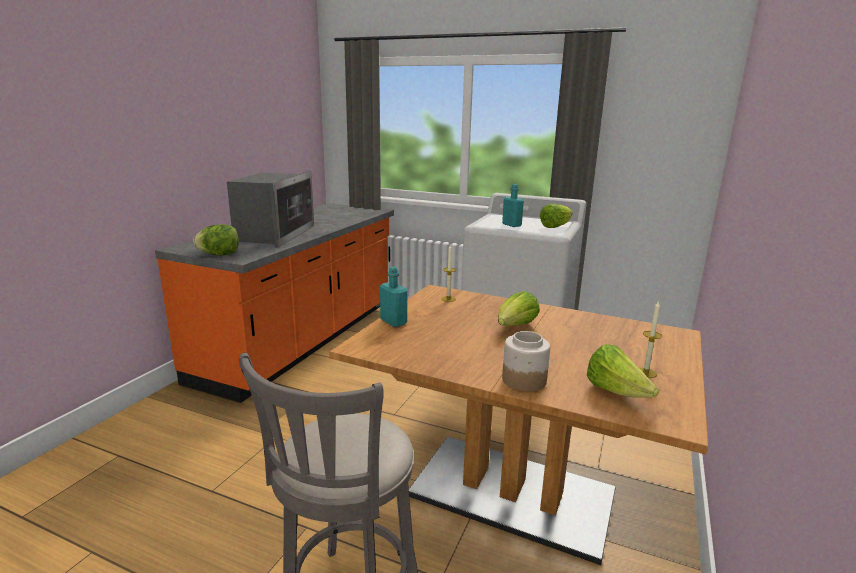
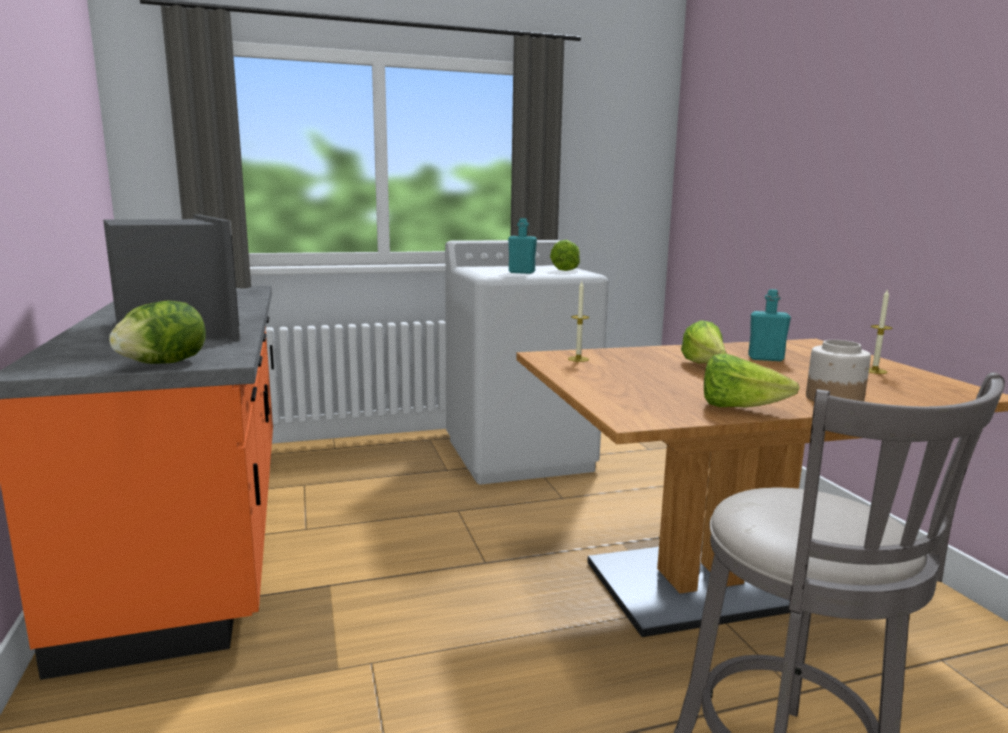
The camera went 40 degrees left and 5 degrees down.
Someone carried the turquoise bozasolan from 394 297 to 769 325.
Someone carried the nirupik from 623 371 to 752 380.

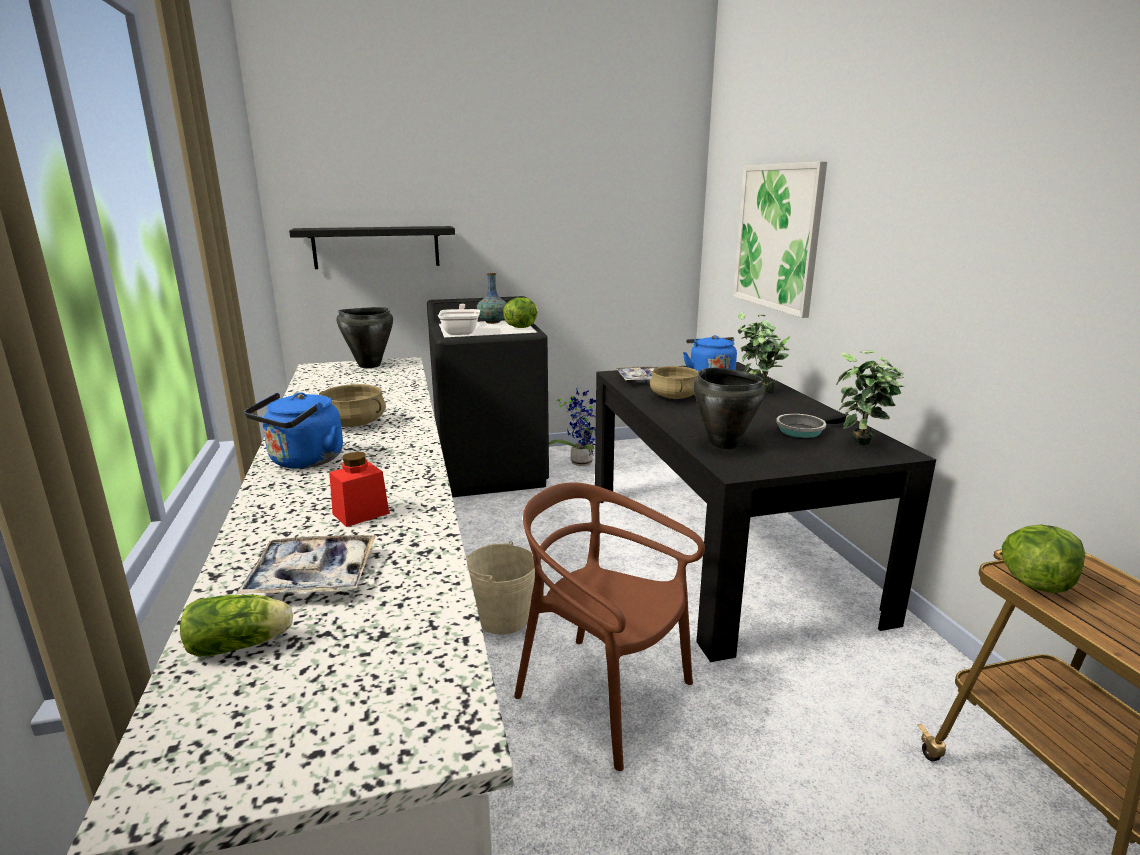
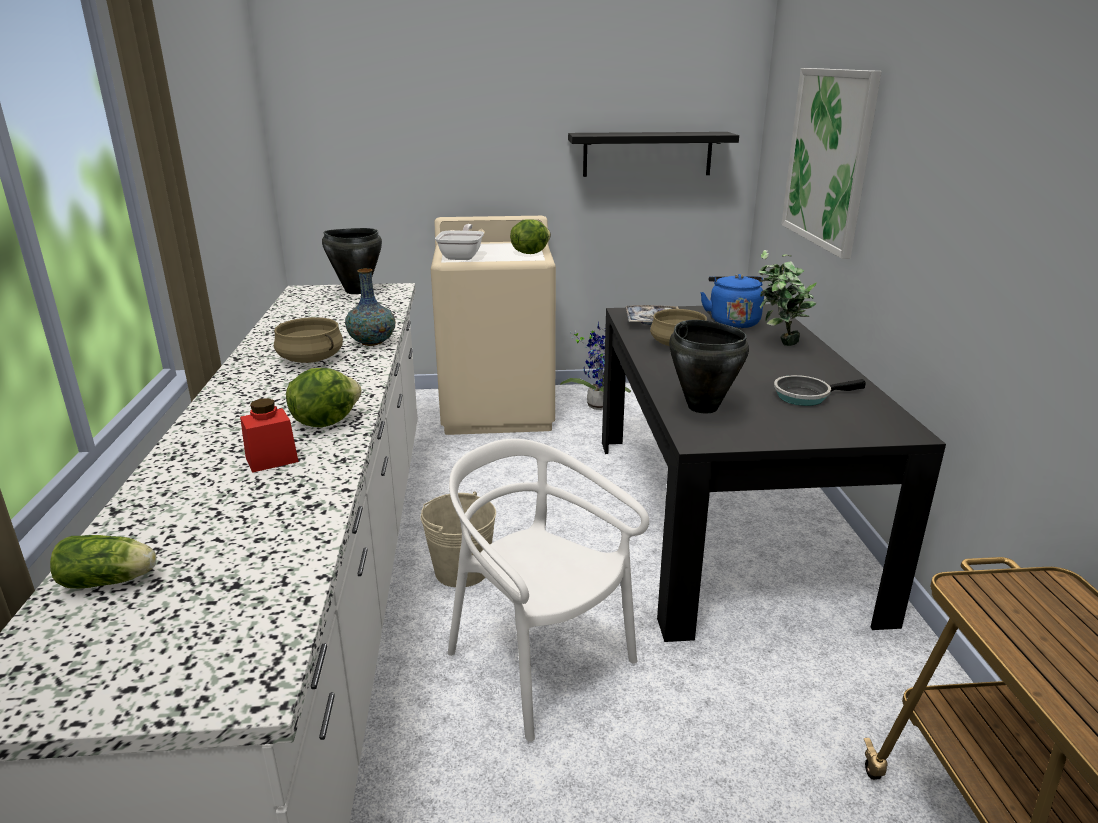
The camera went 10 degrees right and 5 degrees up.
Someone took away the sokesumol at 306 565.
Someone took away the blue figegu at 293 430.
Someone took away the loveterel at 870 398.
Someone carried the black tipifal from 372 247 to 653 154.
Someone carried the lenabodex from 492 298 to 370 307.
Someone carried the nirupik from 1043 558 to 324 397.
Someone repainted the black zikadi at 488 396, which became the beige zikadi at 493 325.
Someone repainted the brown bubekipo at 609 626, which became the white bubekipo at 548 590.

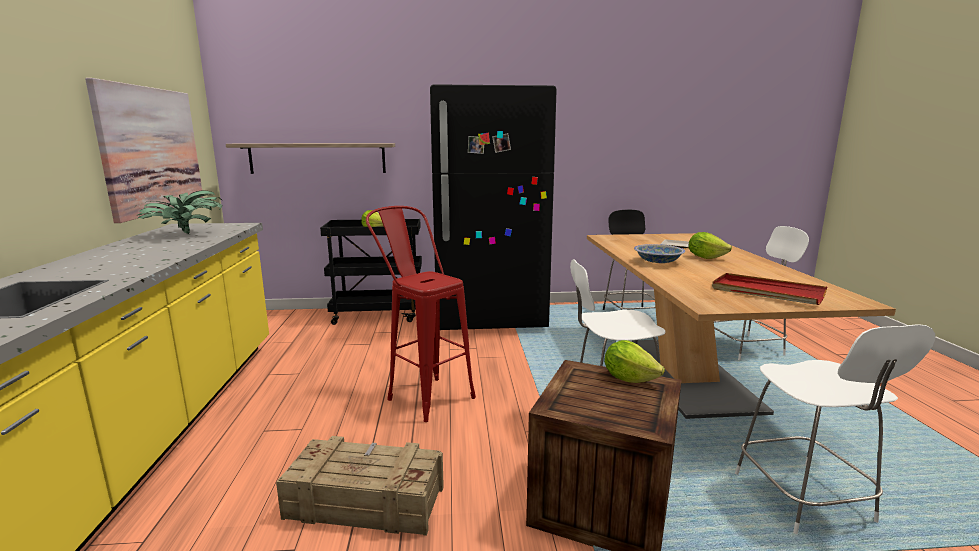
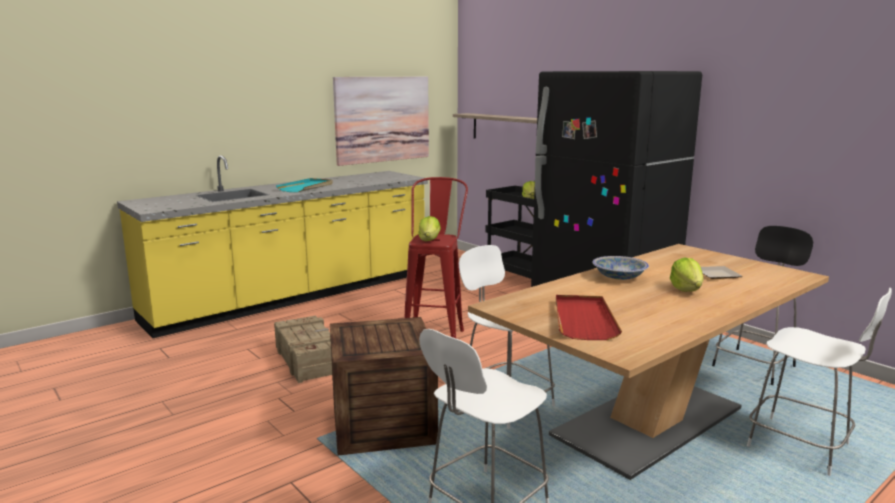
The camera went 55 degrees right and 0 degrees up.
Someone took away the loveterel at 179 212.
Someone put down the turquoise sokesumol at 304 185.
Someone carried the nirupik from 634 361 to 429 228.

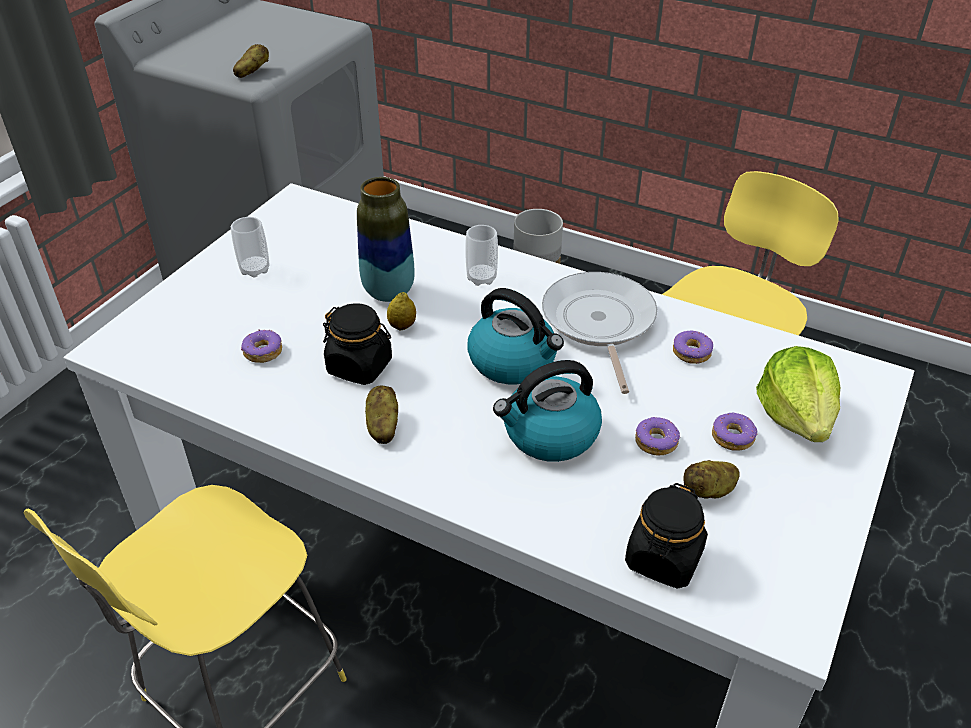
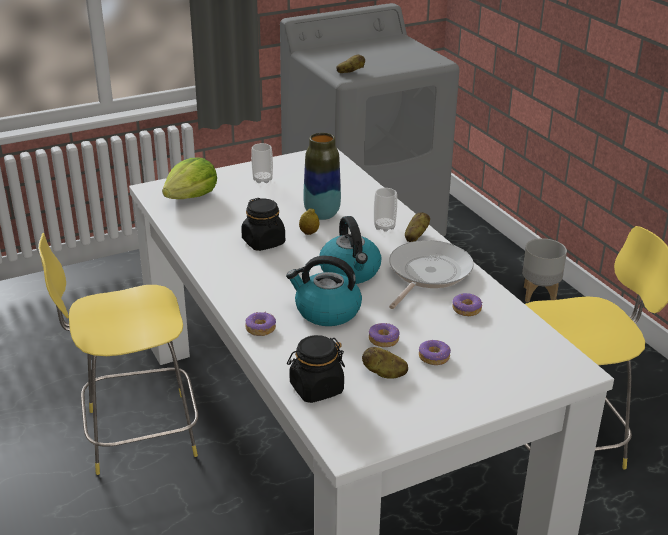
The camera went 35 degrees right and 10 degrees down.
Someone carried the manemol from 261 346 to 260 324.
Someone carried the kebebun from 381 414 to 417 227.
Someone carried the nirupik from 798 394 to 189 178.

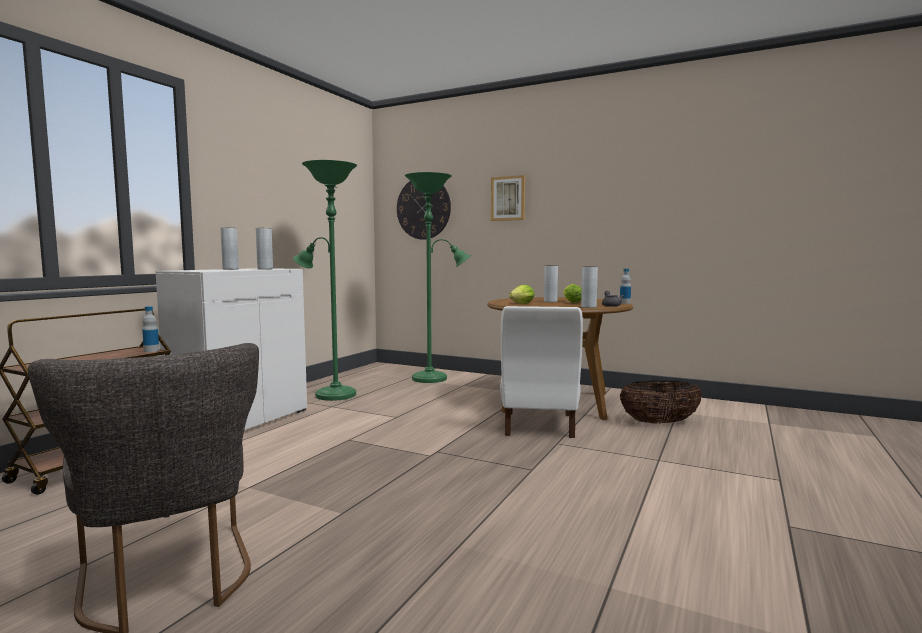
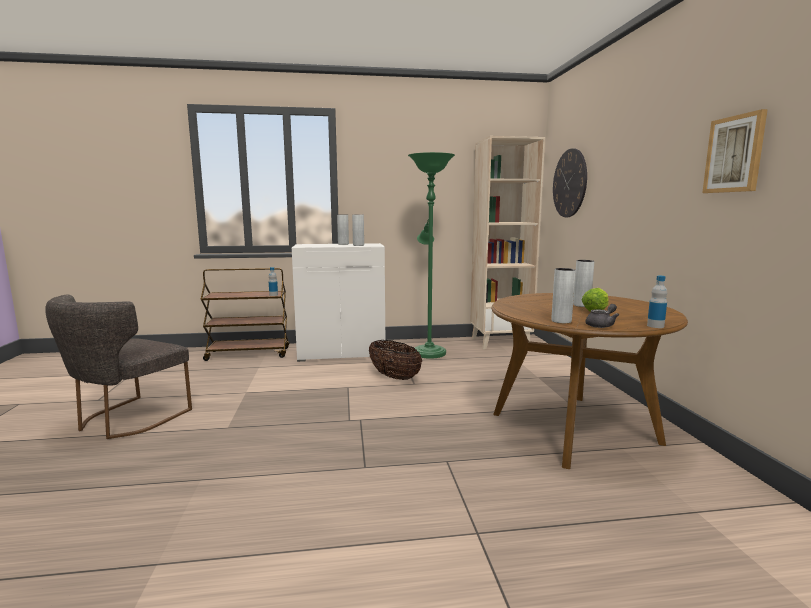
The camera went 55 degrees right and 5 degrees up.
Someone took away the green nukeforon at 438 277.
Someone took away the white bubekipo at 541 372.
Someone took away the nirupik at 521 294.
Someone put down the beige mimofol at 507 242.
Someone carried the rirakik from 508 198 to 735 151.
Someone carried the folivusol from 661 402 to 395 360.

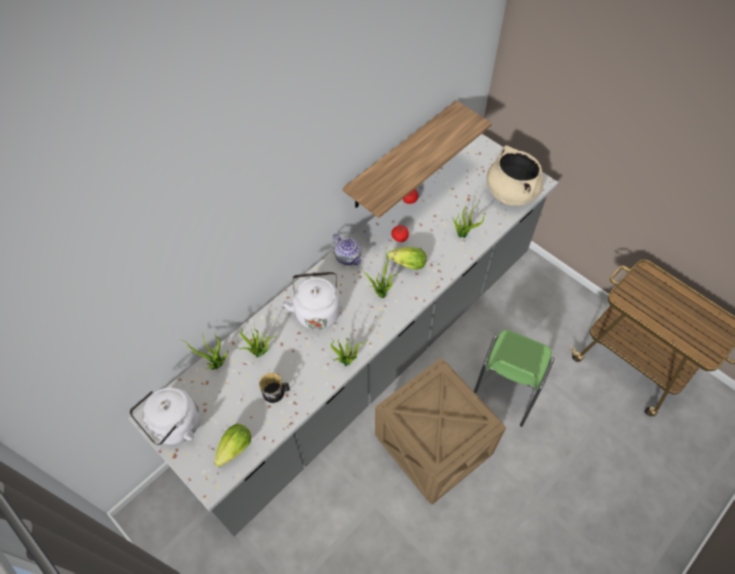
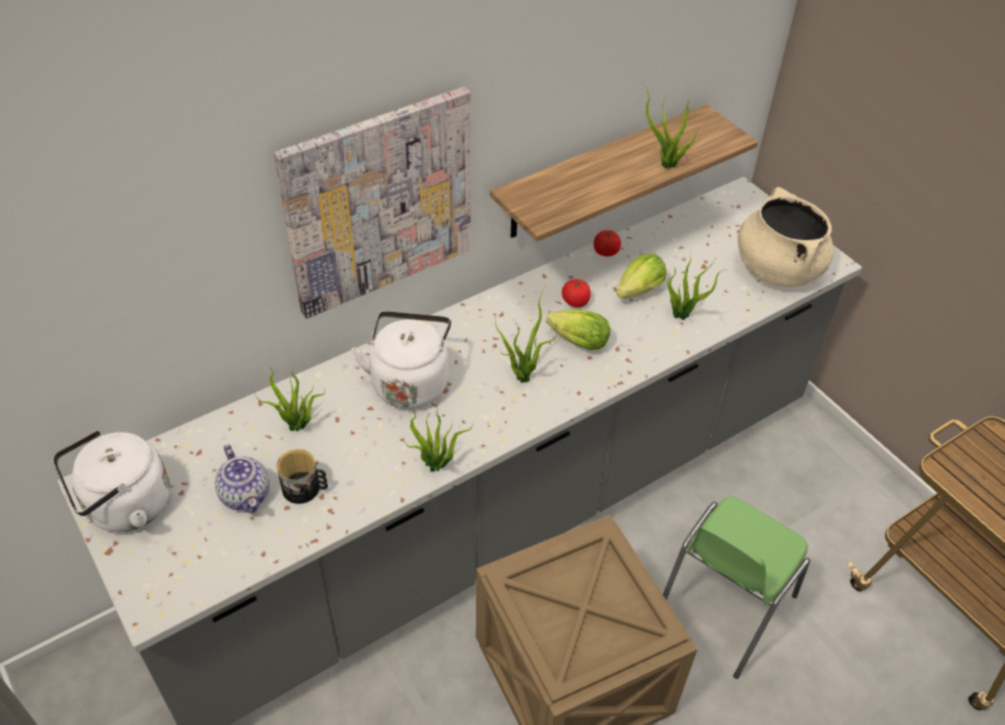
The camera went 10 degrees right and 10 degrees down.
Someone put up the rirakik at 372 203.
Someone carried the loveterel from 203 351 to 670 126.
Someone carried the nirupik from 232 445 to 641 276.
Someone carried the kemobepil from 348 249 to 242 479.

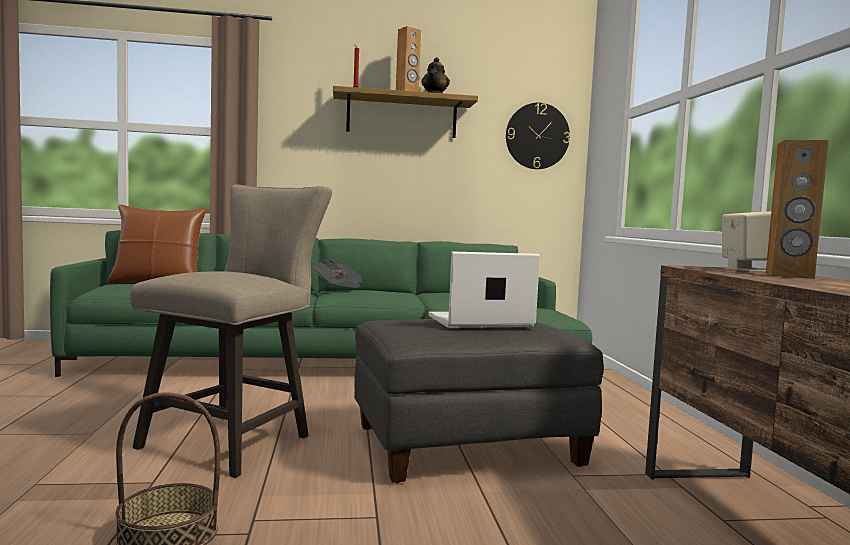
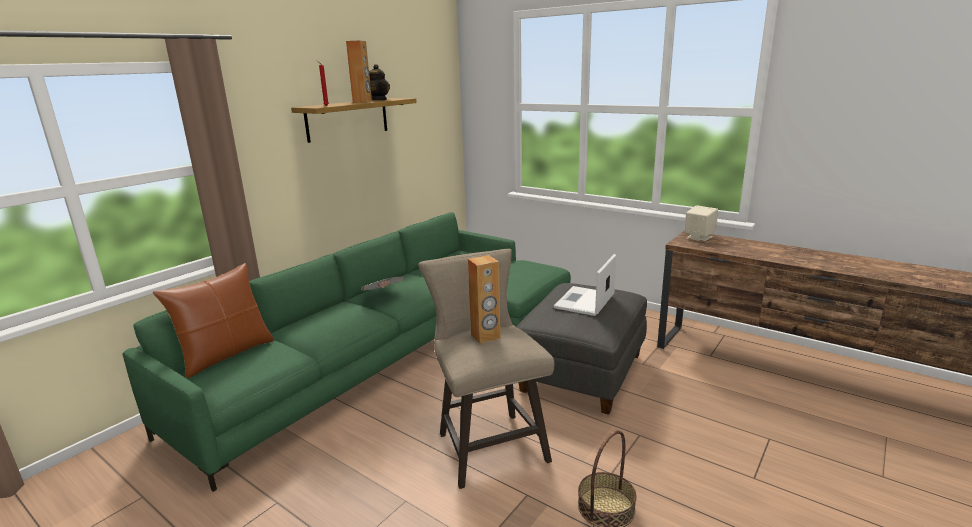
The camera went 45 degrees left and 15 degrees up.
Someone took away the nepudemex at 538 136.
Someone carried the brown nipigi from 797 209 to 484 299.

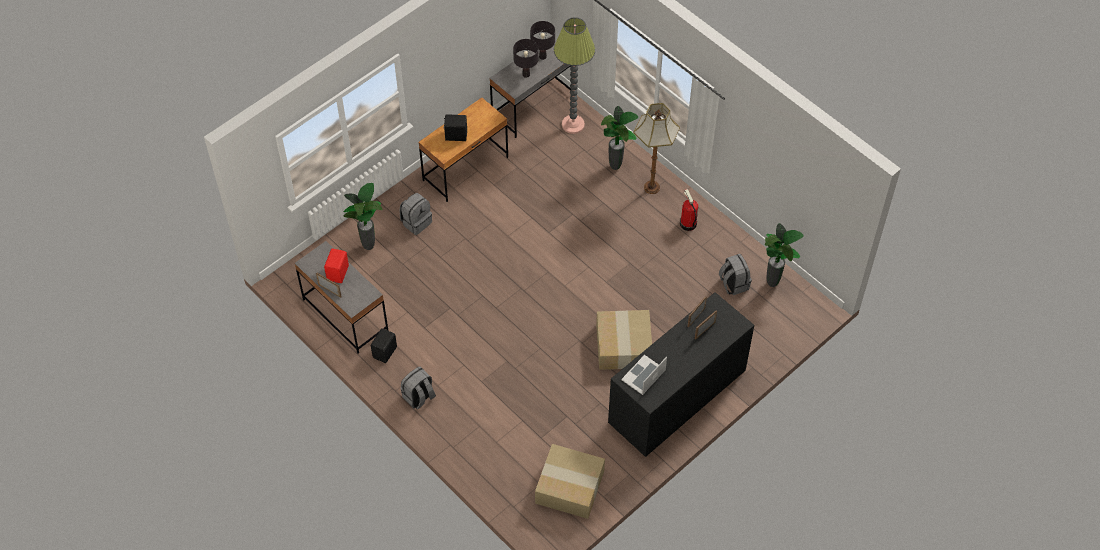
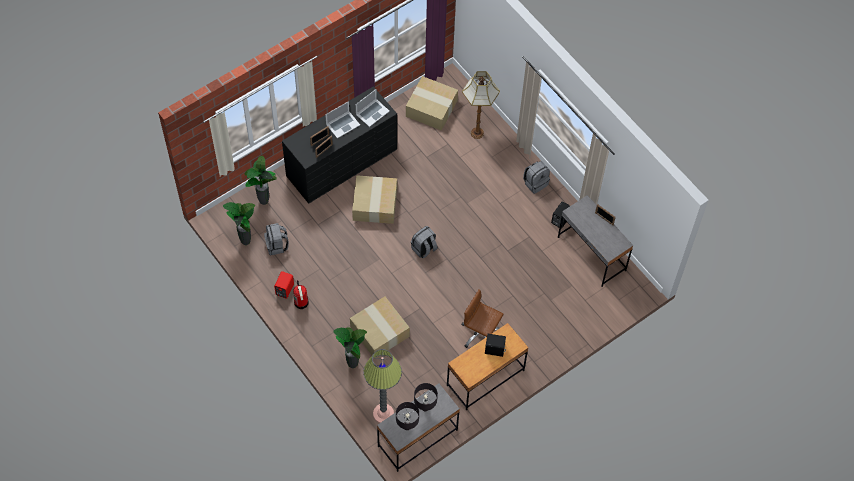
The camera went 175 degrees left and 5 degrees up.
Someone put down the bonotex at 342 119.
Someone put down the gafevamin at 380 327.
Someone put down the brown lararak at 482 318.
Someone carried the red nipigi from 336 266 to 284 285.
Someone carried the loveterel from 363 216 to 261 180.
Someone carried the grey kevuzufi from 416 214 to 424 242.
Someone carried the nukeforon from 656 148 to 481 105.

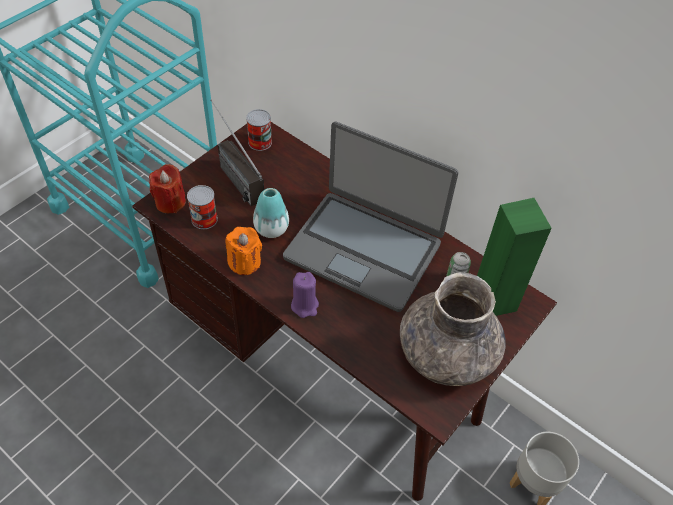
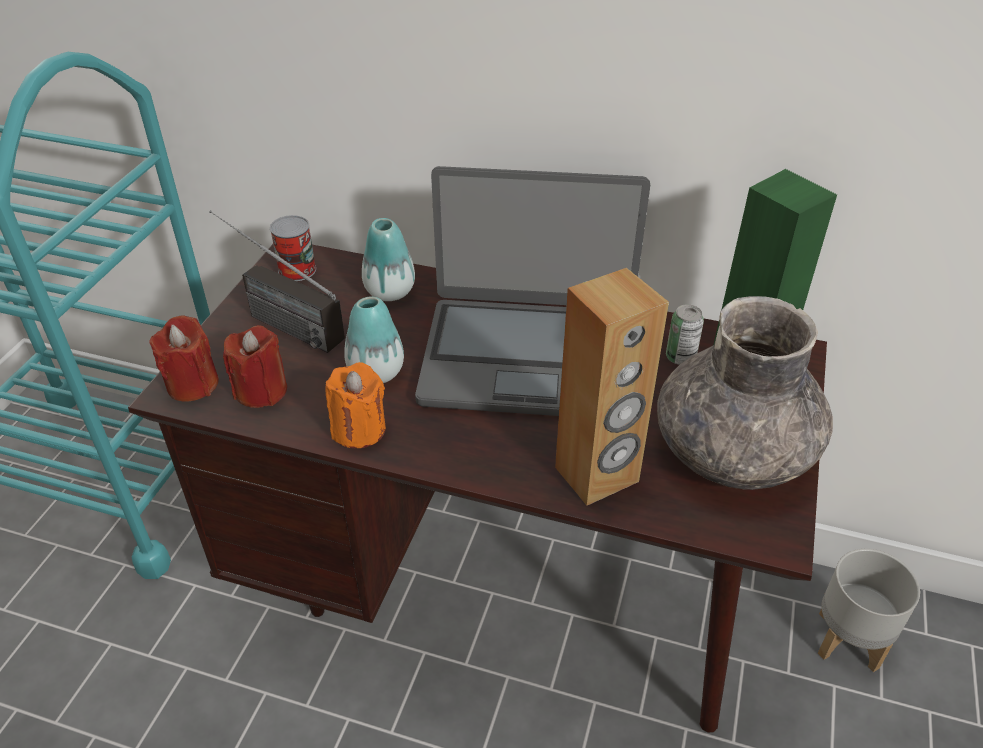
The camera went 20 degrees left and 10 degrees down.
Someone took away the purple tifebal at 305 295.
Someone put down the lenabodex at 388 259.
Someone put down the brown nipigi at 612 387.
Someone swapped the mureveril at 202 207 for the red tifebal at 255 366.

